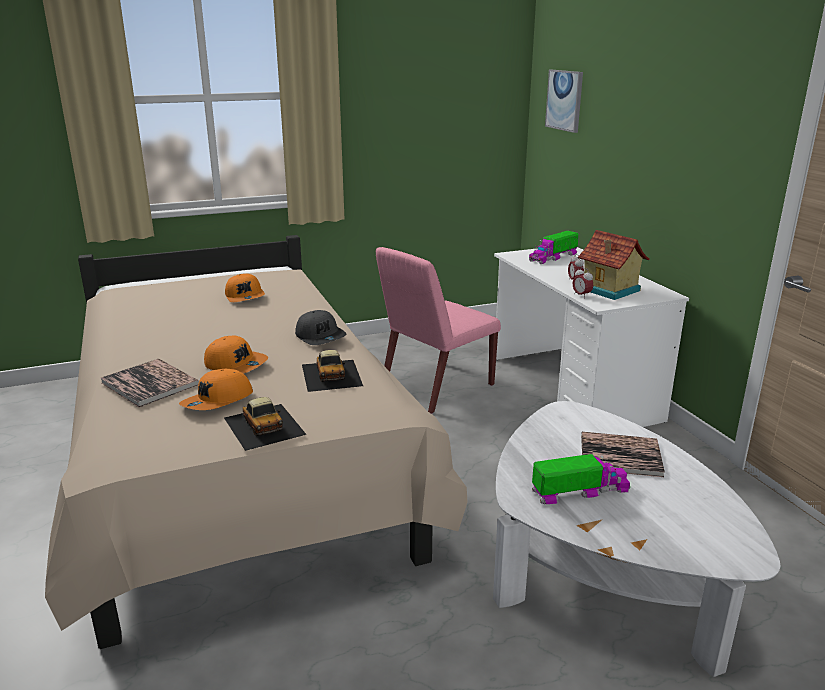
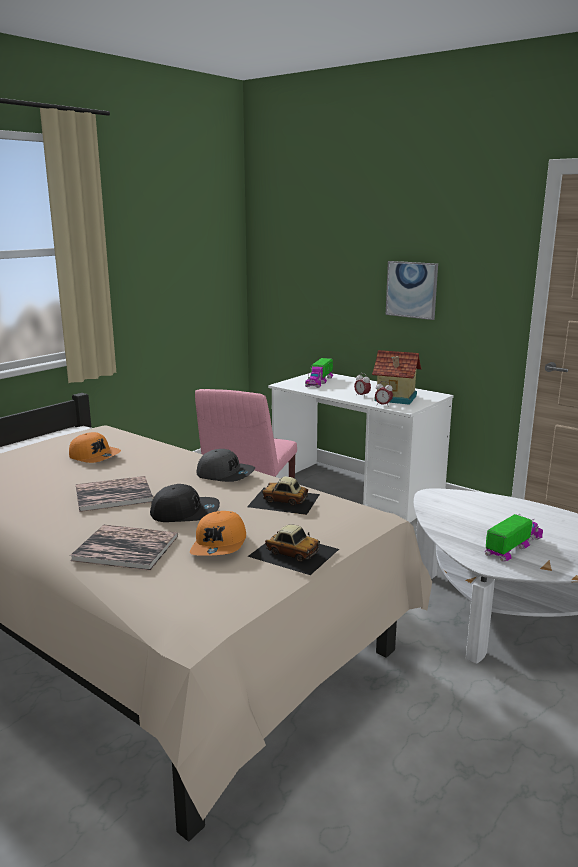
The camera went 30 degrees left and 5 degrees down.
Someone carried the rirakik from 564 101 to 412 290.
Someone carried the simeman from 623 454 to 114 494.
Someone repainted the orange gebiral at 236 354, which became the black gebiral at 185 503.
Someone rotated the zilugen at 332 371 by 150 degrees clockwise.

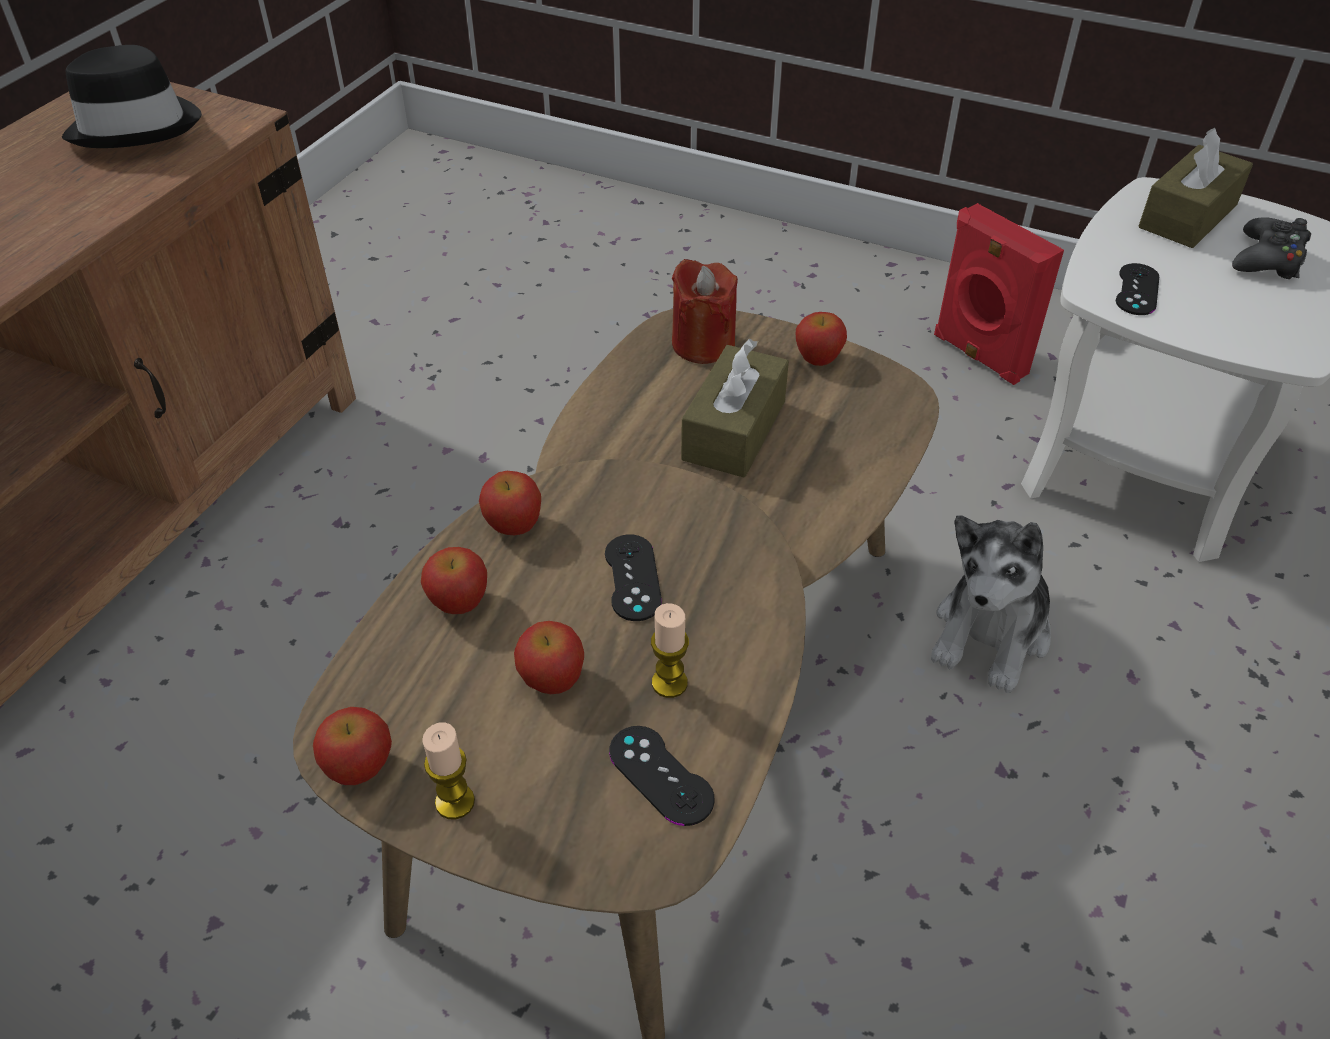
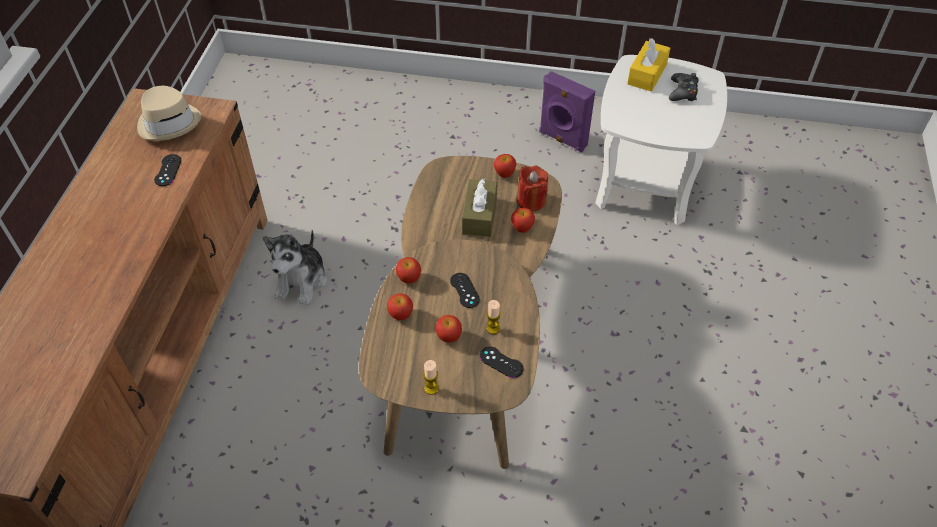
The camera went 15 degrees left and 5 degrees up.
Someone carried the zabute from 352 746 to 523 220.
Someone carried the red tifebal from 705 311 to 532 188.
Someone carried the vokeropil from 991 604 to 294 267.
Someone carried the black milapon from 1137 289 to 167 170.
Someone repainted the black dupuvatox at 132 96, which became the beige dupuvatox at 169 113.
Someone repainted the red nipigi at 999 294, which became the purple nipigi at 567 111.
Someone repainted the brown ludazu at 1196 188, which became the yellow ludazu at 648 65.

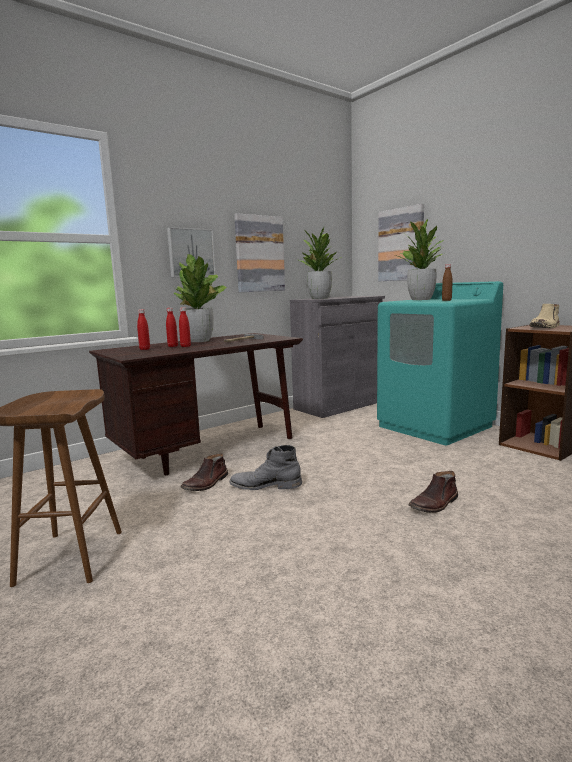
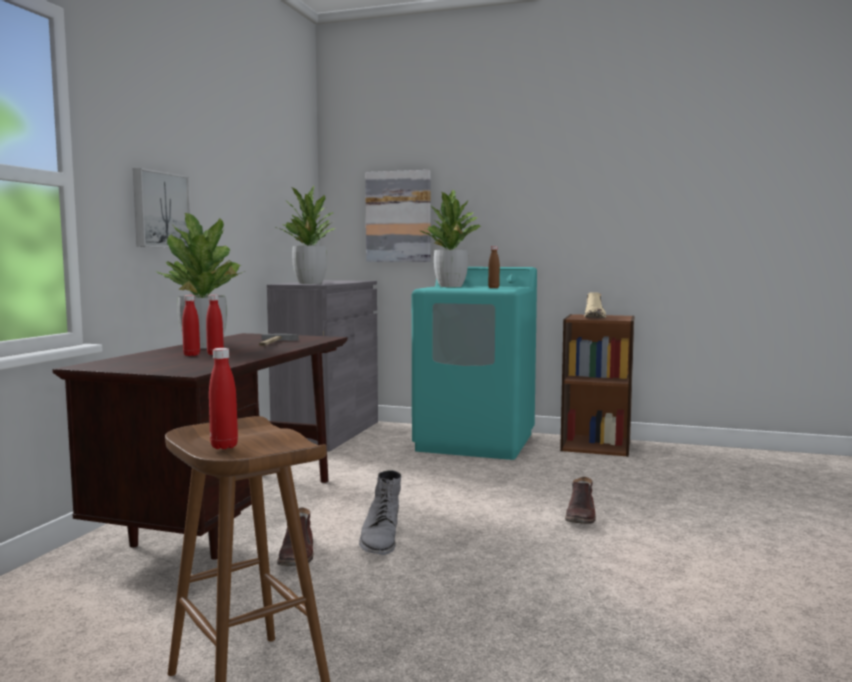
The camera went 35 degrees left and 5 degrees down.
Someone took away the rirakik at 259 252.
Someone carried the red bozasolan from 143 329 to 223 398.
Someone rotated the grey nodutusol at 266 467 by 60 degrees counterclockwise.

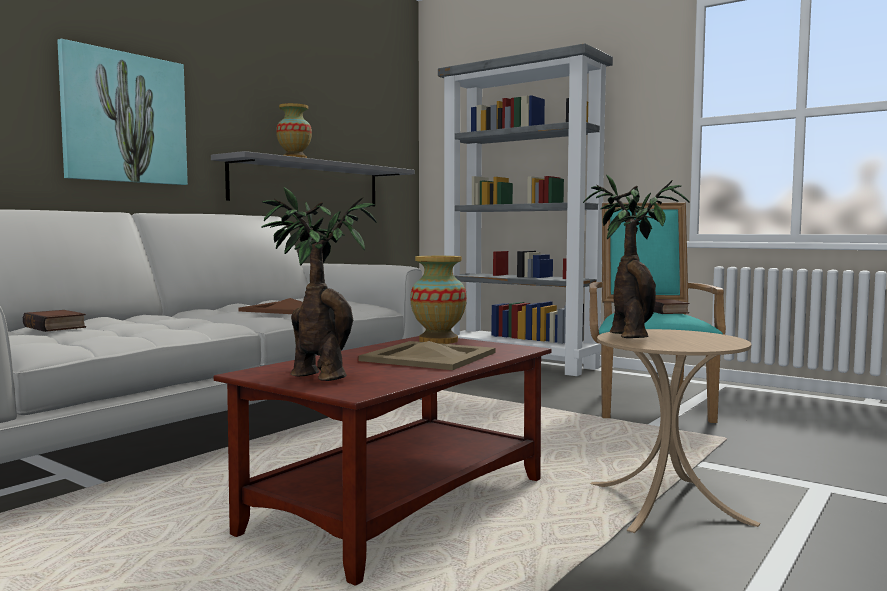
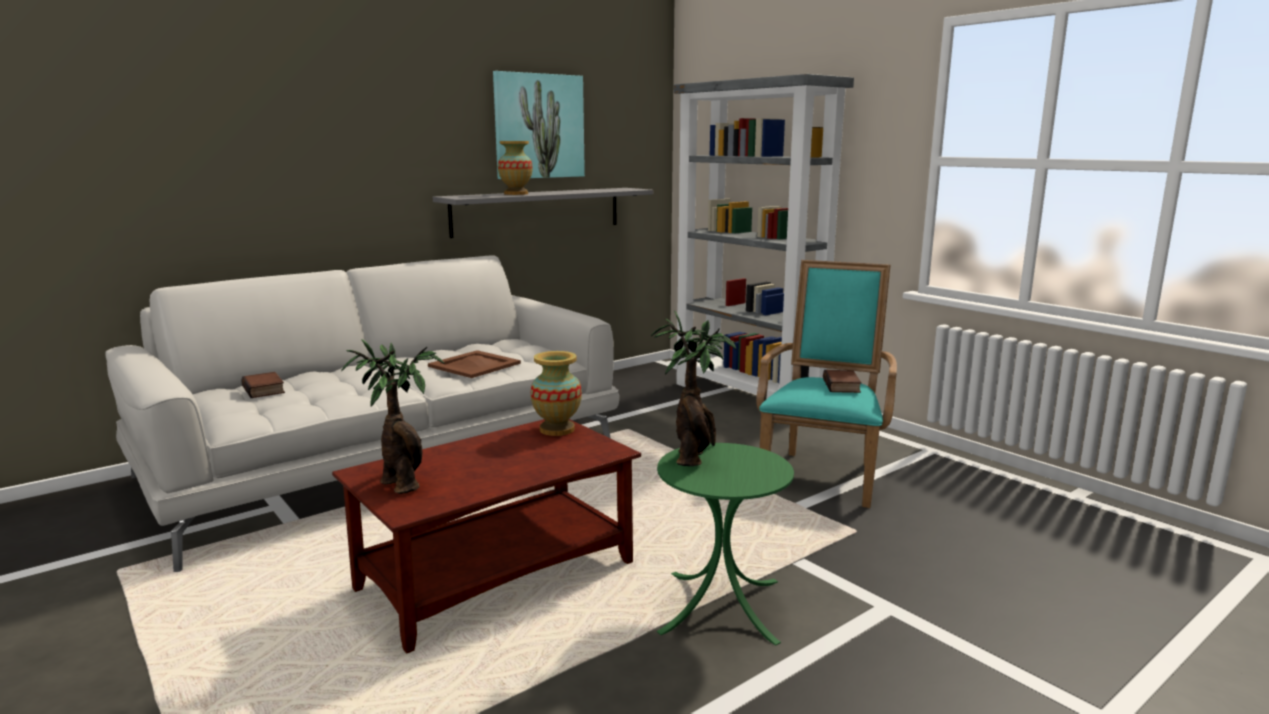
The camera went 15 degrees right and 10 degrees up.
Someone took away the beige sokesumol at 427 355.
Someone carried the rirakik from 122 112 to 539 125.
Someone repainted the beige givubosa at 675 431, which became the green givubosa at 725 544.

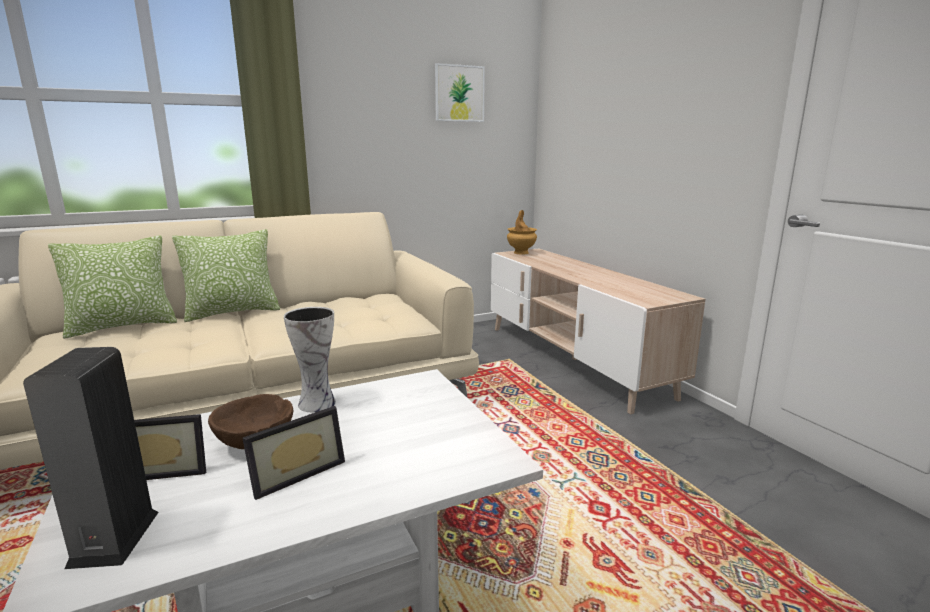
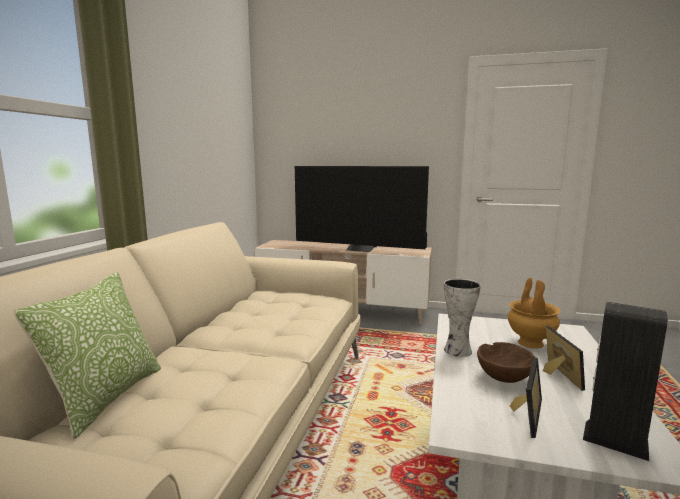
The camera went 50 degrees left and 5 degrees down.
Someone took away the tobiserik at 226 275.
Someone took away the rirakik at 460 92.
Someone put down the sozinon at 362 209.
Someone carried the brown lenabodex from 522 232 to 533 313.

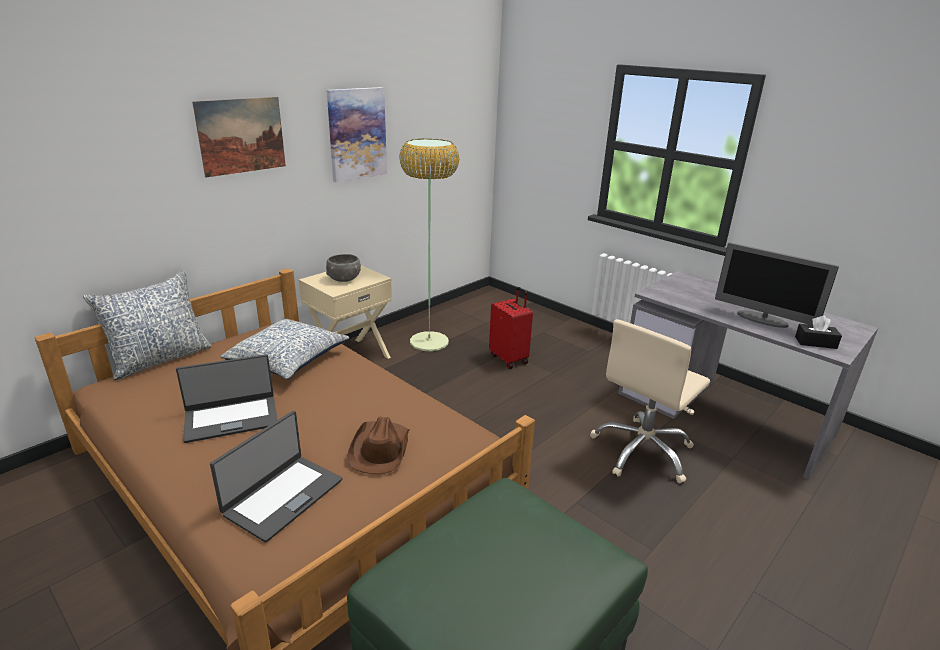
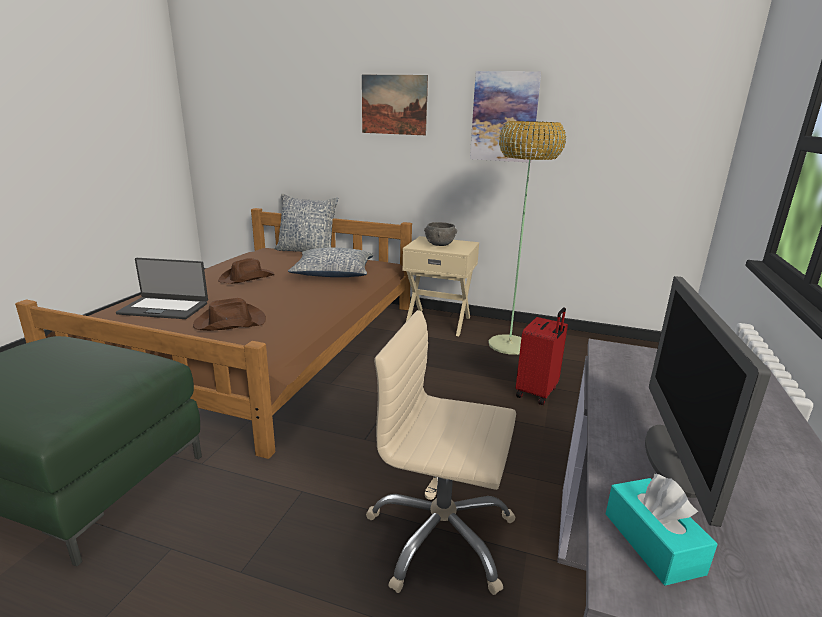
The camera went 65 degrees right and 5 degrees down.
Someone swapped the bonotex at 227 398 for the brown dupuvatox at 246 271.
Someone repainted the black ludazu at 818 332, which became the turquoise ludazu at 661 529.

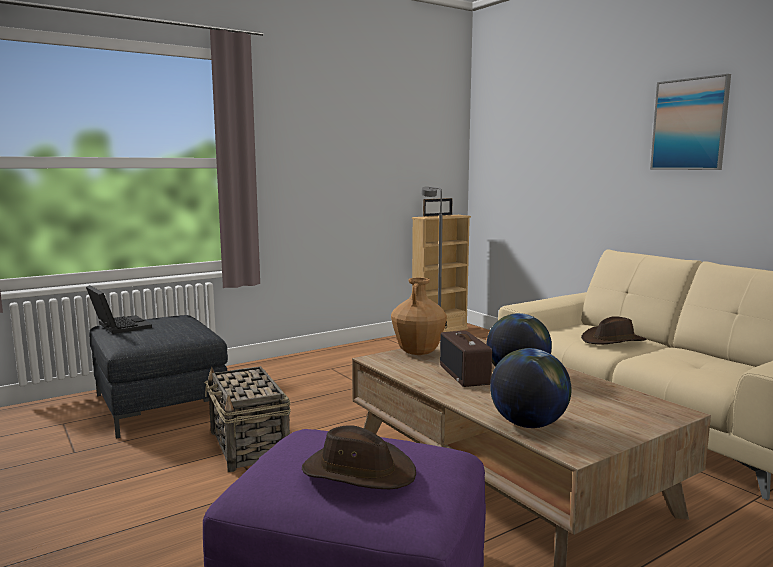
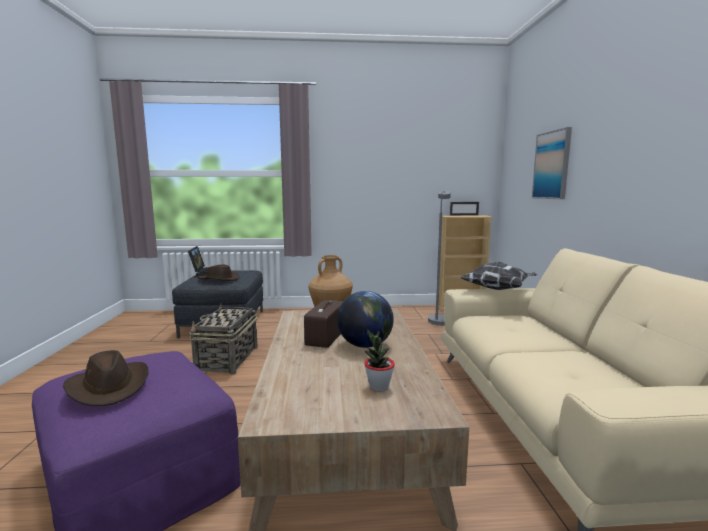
The camera went 30 degrees right and 0 degrees up.
Someone took away the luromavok at 530 388.
Someone put down the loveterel at 379 360.
Someone put down the tobiserik at 498 276.
Someone carried the brown dupuvatox from 614 330 to 218 273.
Someone carried the rirakik from 690 122 to 552 163.

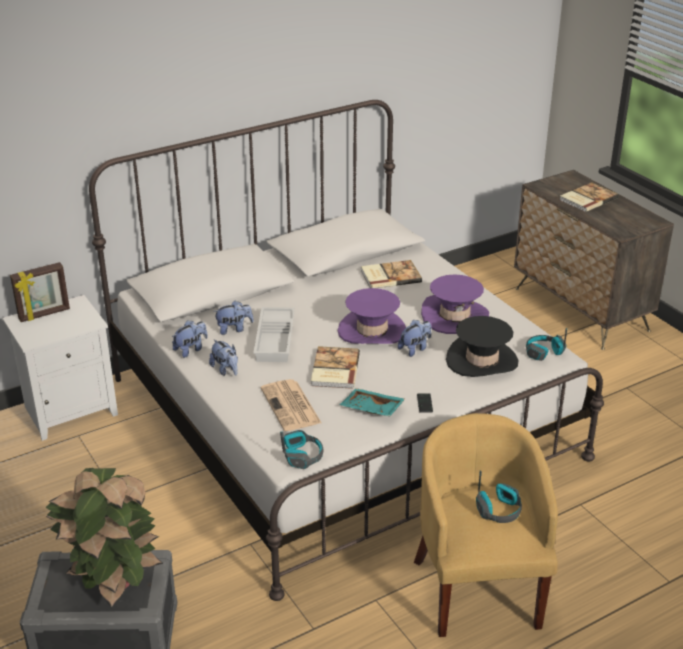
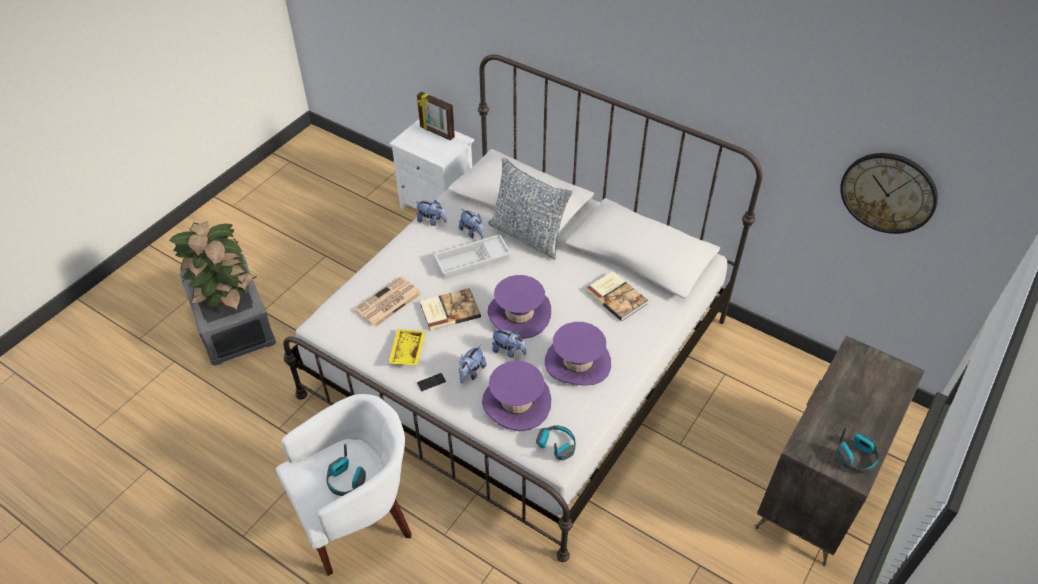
The camera went 65 degrees right and 15 degrees up.
Someone took away the simeman at 588 197.
Someone put down the tobiserik at 530 208.
Someone put up the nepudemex at 889 193.
Someone carried the vokeropil from 223 357 to 472 364.
Someone carried the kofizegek from 301 449 to 857 450.
Someone repainted the turquoise sokesumol at 372 402, which became the yellow sokesumol at 407 347.
Someone repainted the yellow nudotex at 486 525, which became the white nudotex at 344 485.
Someone repainted the black dupuvatox at 482 346, which became the purple dupuvatox at 516 396.

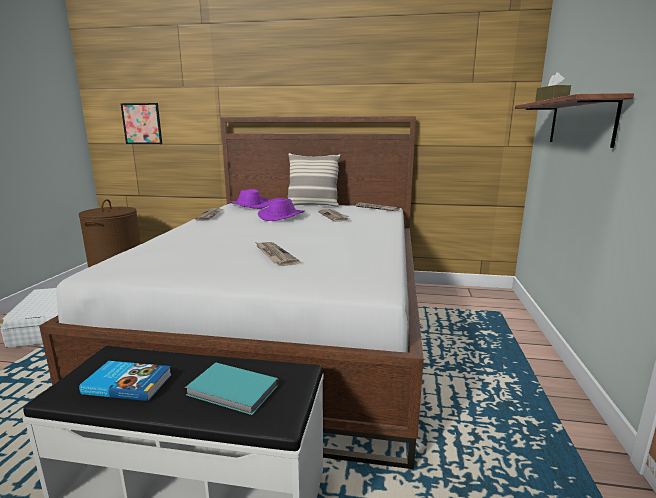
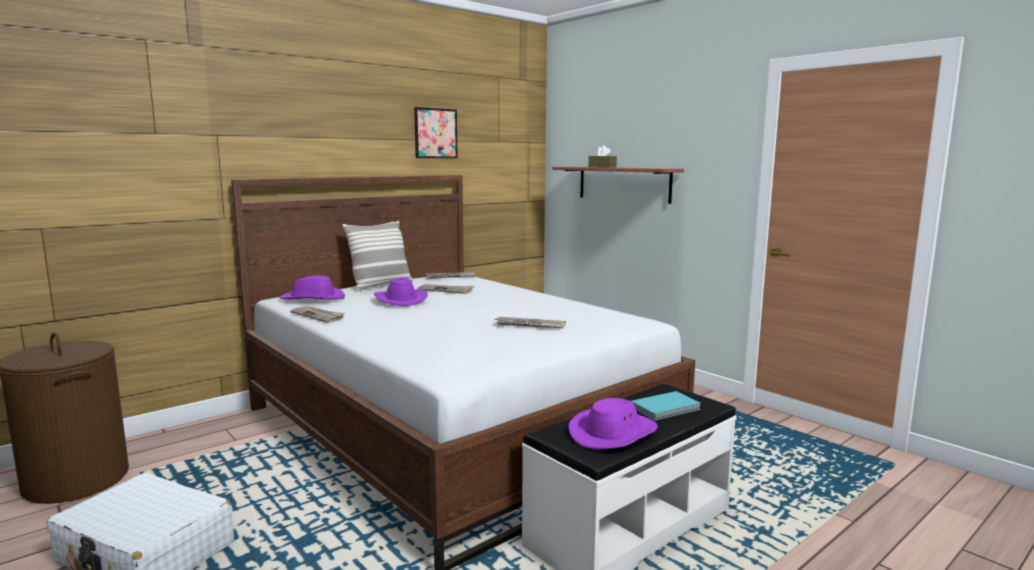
The camera went 50 degrees left and 5 degrees down.
Someone carried the rirakik from 141 123 to 436 132.
Someone swapped the simeman at 125 381 for the purple dupuvatox at 613 423.

